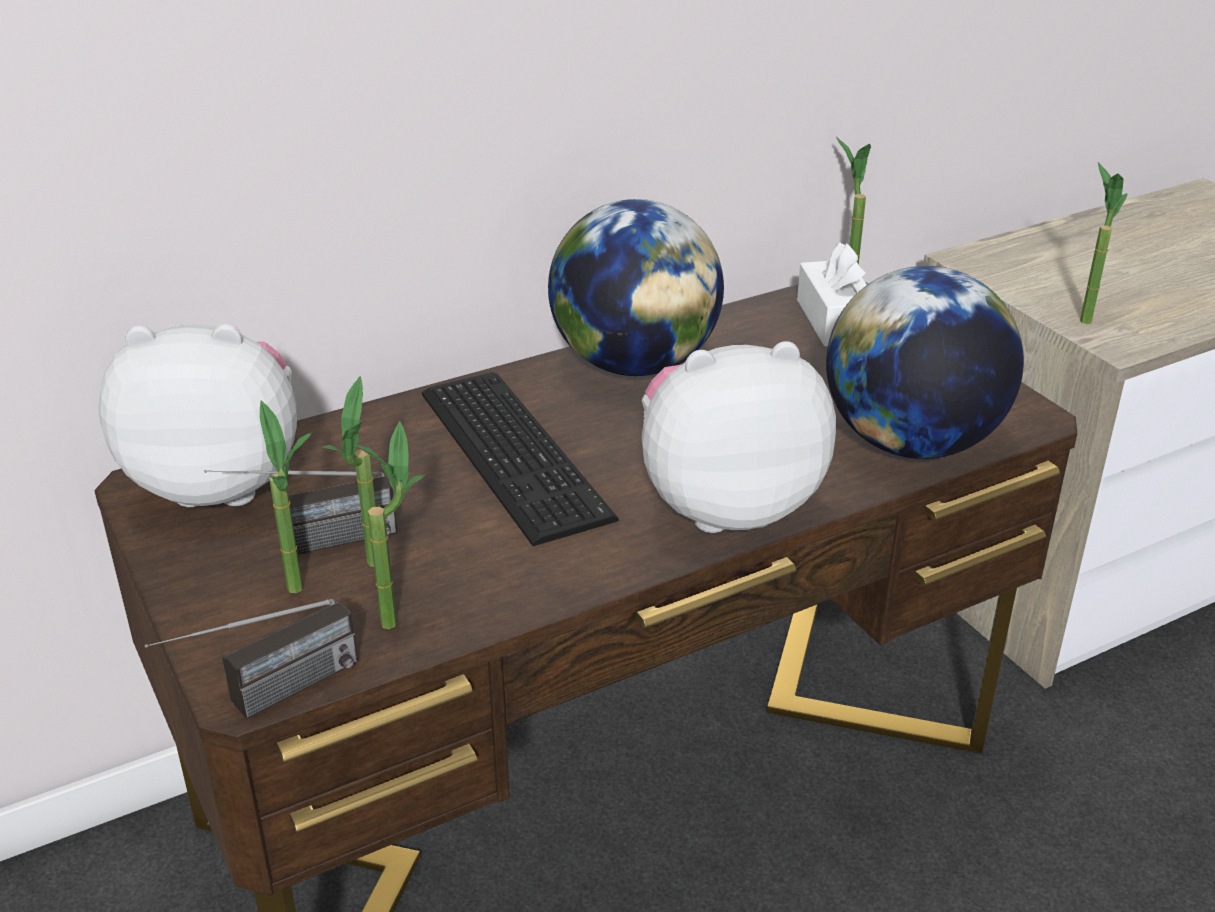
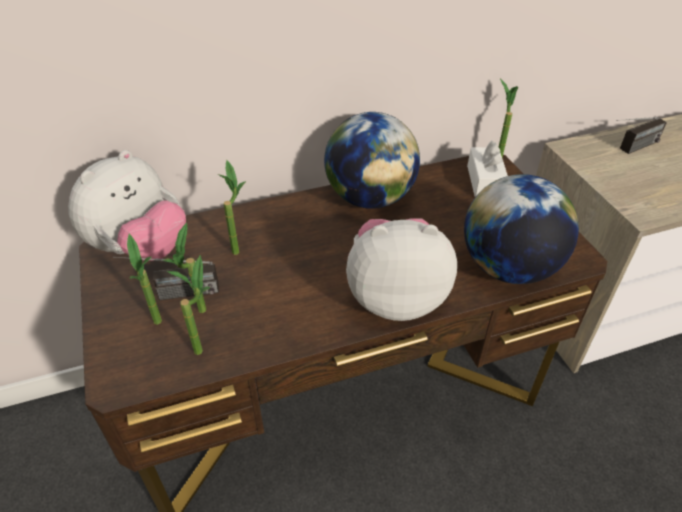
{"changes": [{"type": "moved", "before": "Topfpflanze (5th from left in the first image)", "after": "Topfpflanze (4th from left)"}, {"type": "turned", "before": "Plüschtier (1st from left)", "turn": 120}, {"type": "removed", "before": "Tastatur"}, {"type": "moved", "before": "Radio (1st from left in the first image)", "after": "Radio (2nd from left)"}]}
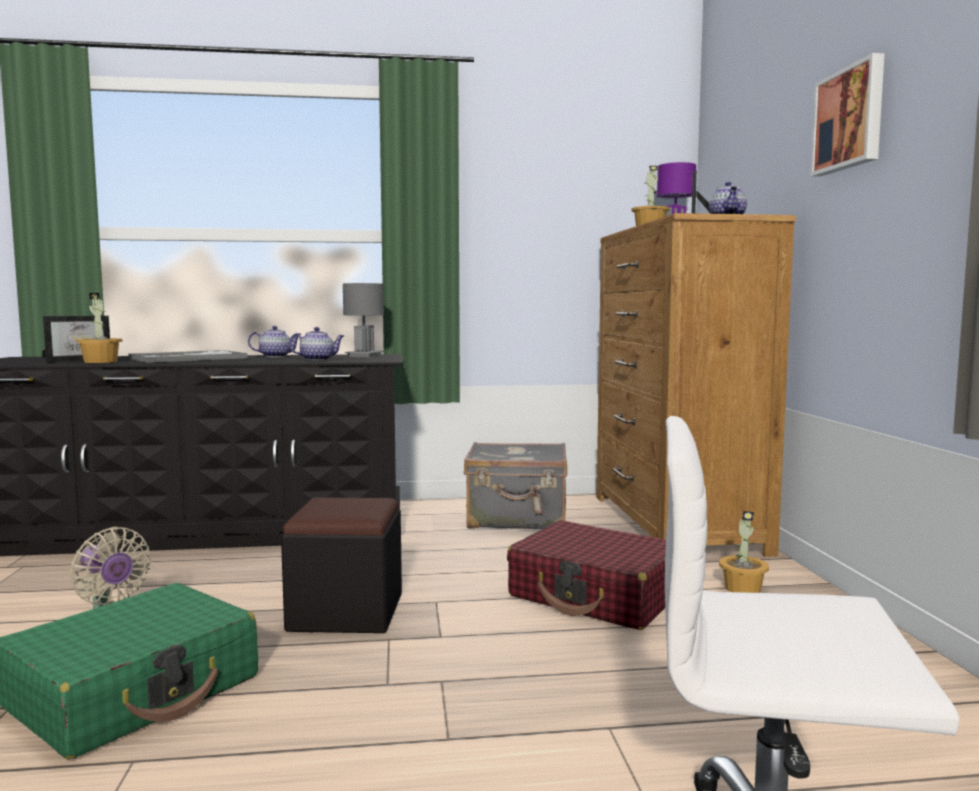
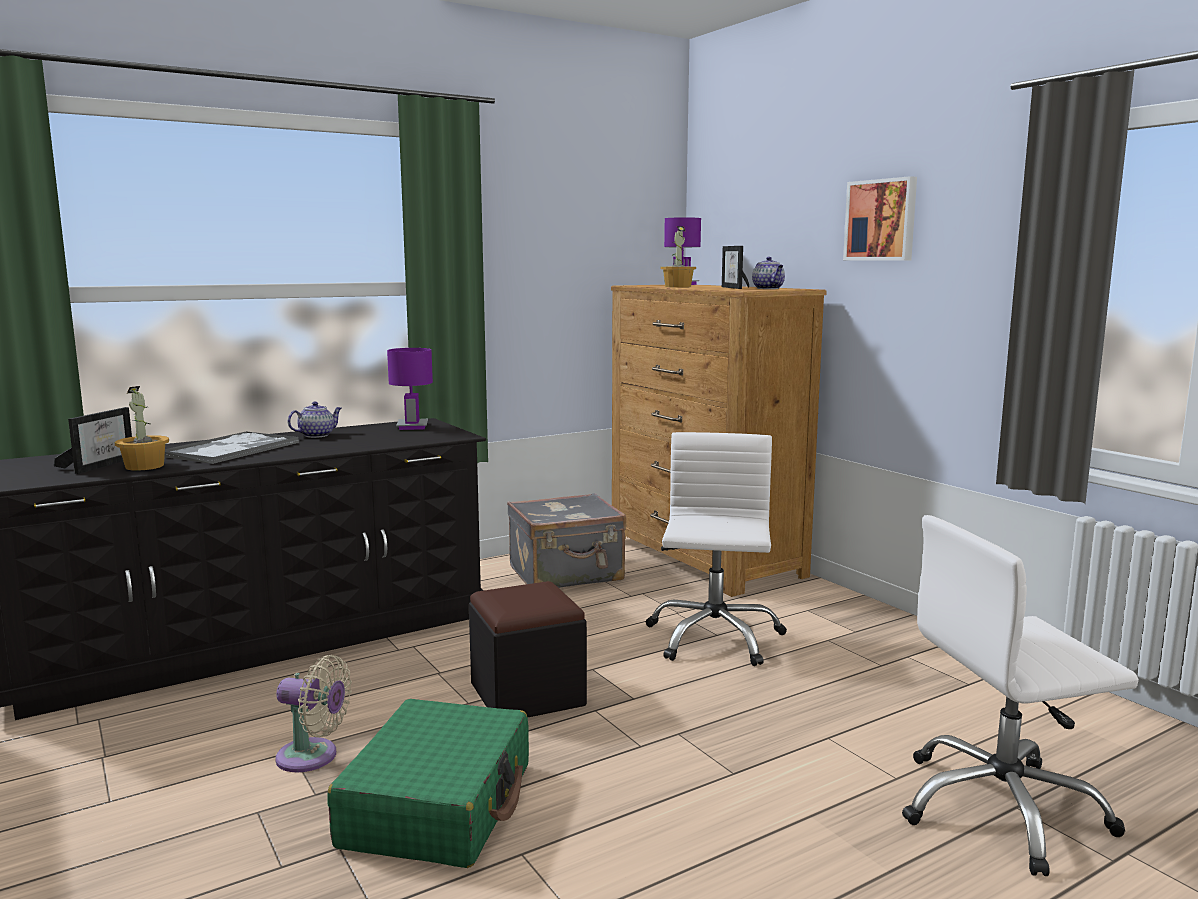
{"changes": [{"type": "recoloured", "before": "Tischlampe [grau]", "after": "Tischlampe [lila] (1st from left)"}, {"type": "removed", "before": "Teekanne (2nd from left)"}, {"type": "removed", "before": "Topfpflanze (3rd from left)"}, {"type": "replaced", "before": "Koffer [rot]", "after": "Bürostuhl [weiß] (1st from left)"}]}
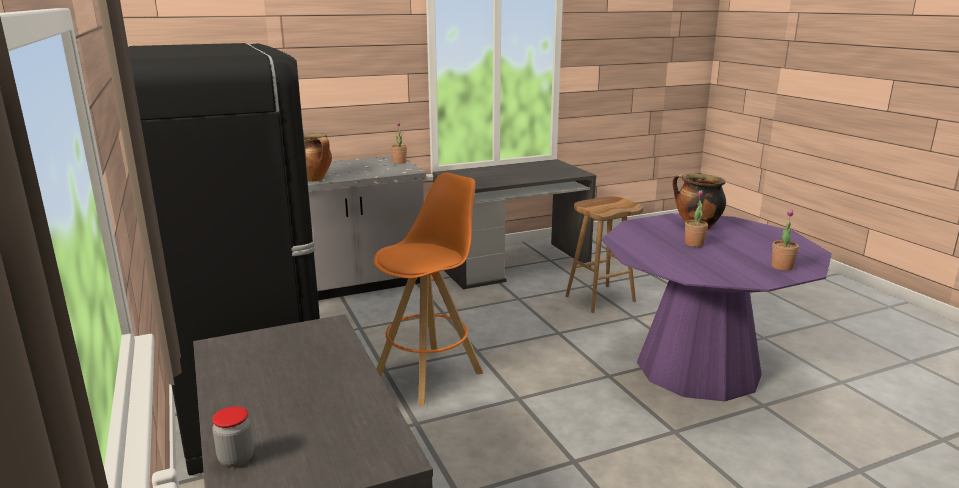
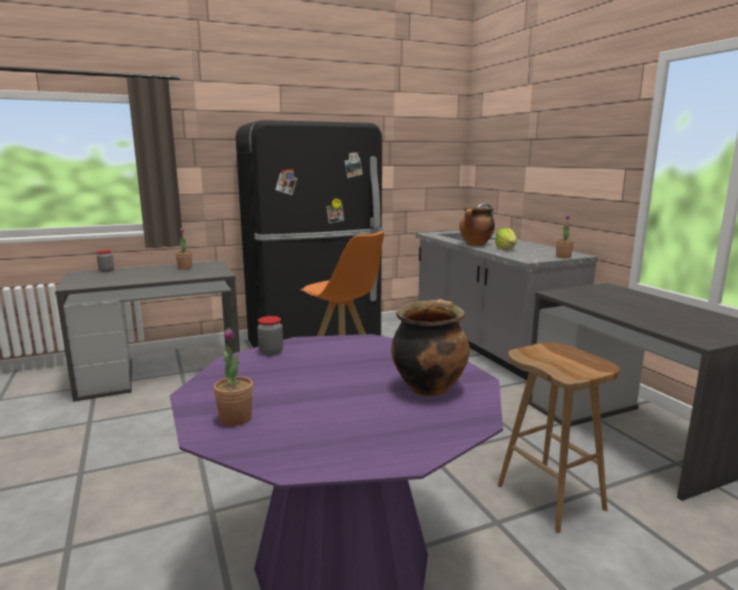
{"changes": [{"type": "moved", "before": "Topfpflanze (2nd from left in the first image)", "after": "Topfpflanze (1st from left)"}, {"type": "added", "after": "Salatkopf"}, {"type": "added", "after": "Vorratsglas (2nd from left)"}]}
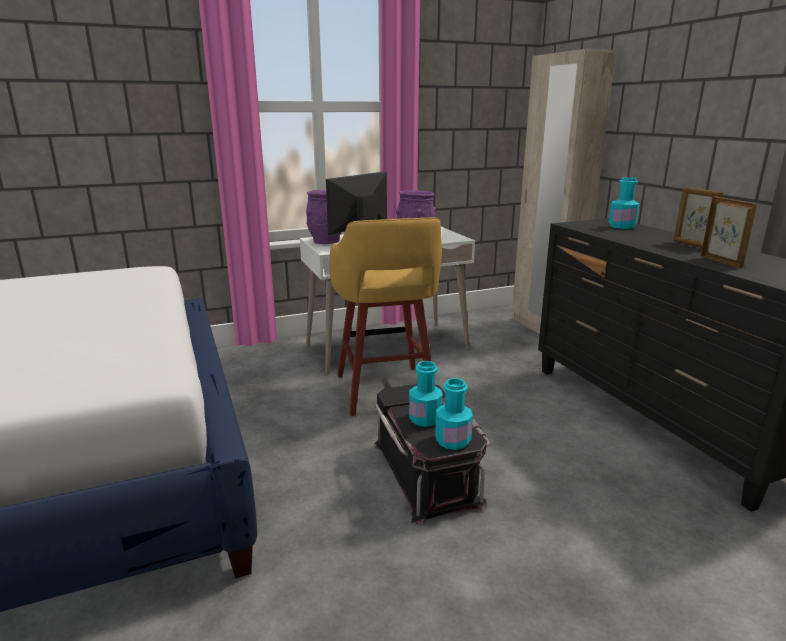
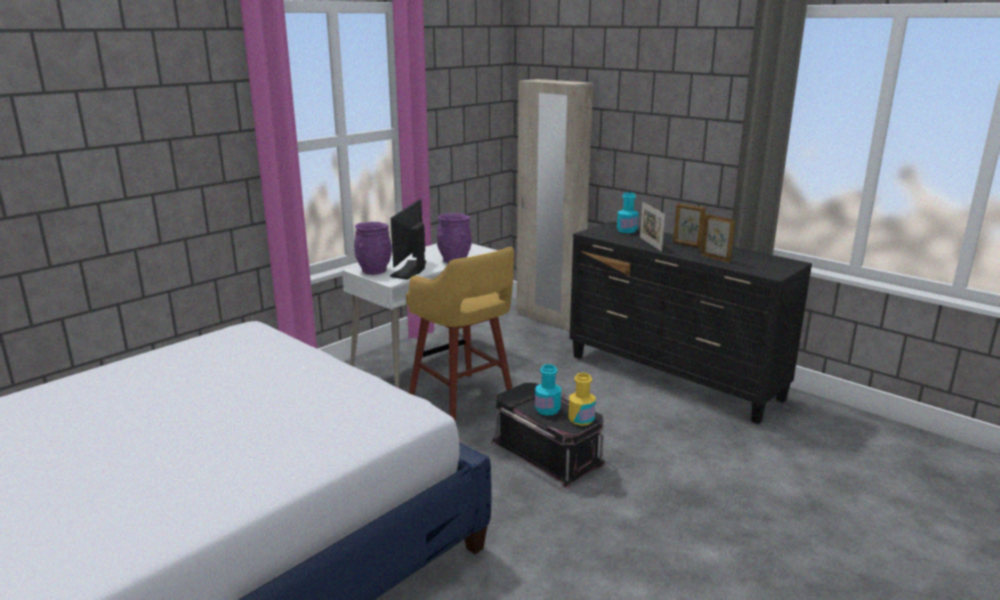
{"changes": [{"type": "recoloured", "before": "Flasche [türkis] (2nd from left)", "after": "Flasche [gelb]"}, {"type": "added", "after": "Bilderrahmen (1st from left)"}]}
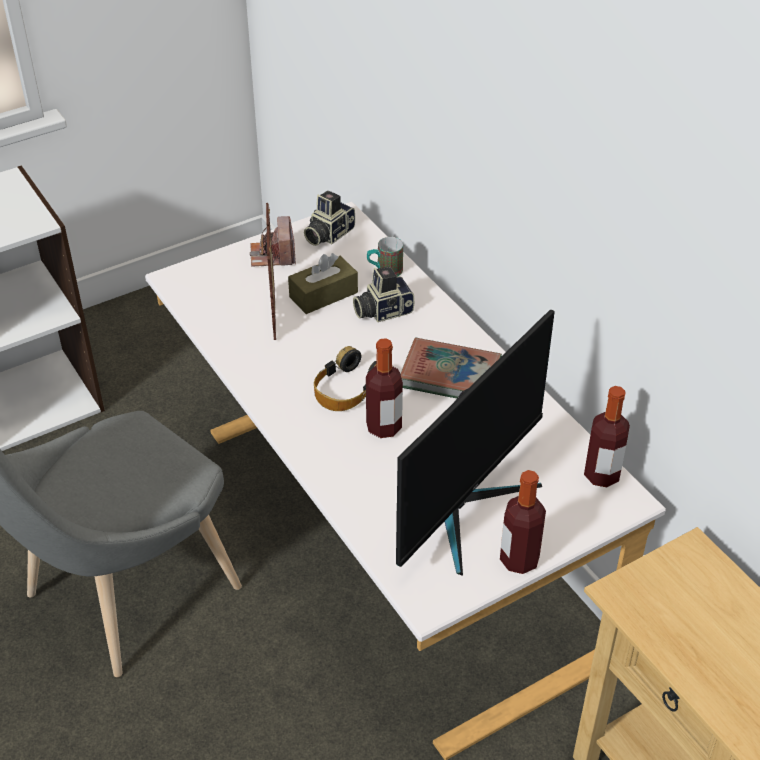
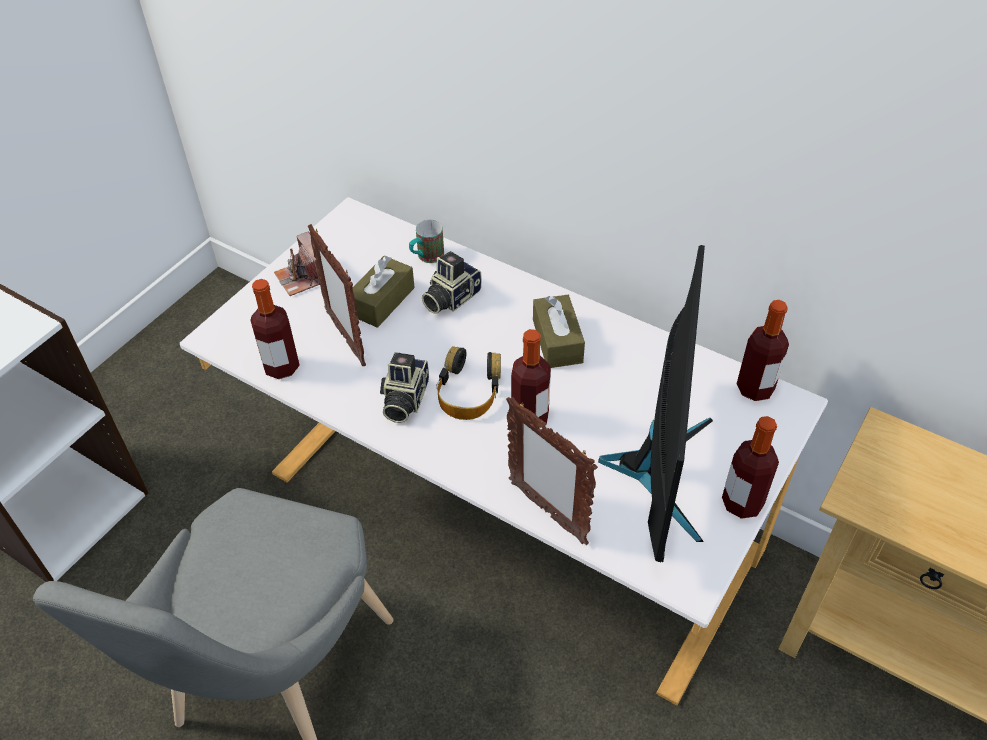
{"changes": [{"type": "moved", "before": "Kamera (2nd from left)"}, {"type": "replaced", "before": "Buch", "after": "Taschentuchbox [braun] (2nd from left)"}, {"type": "added", "after": "Flasche (1st from left)"}, {"type": "added", "after": "Bilderrahmen (2nd from left)"}]}
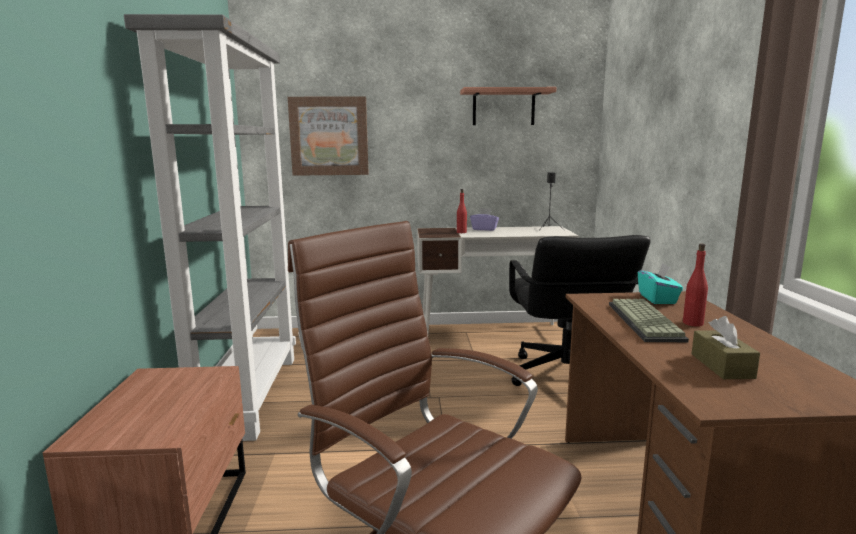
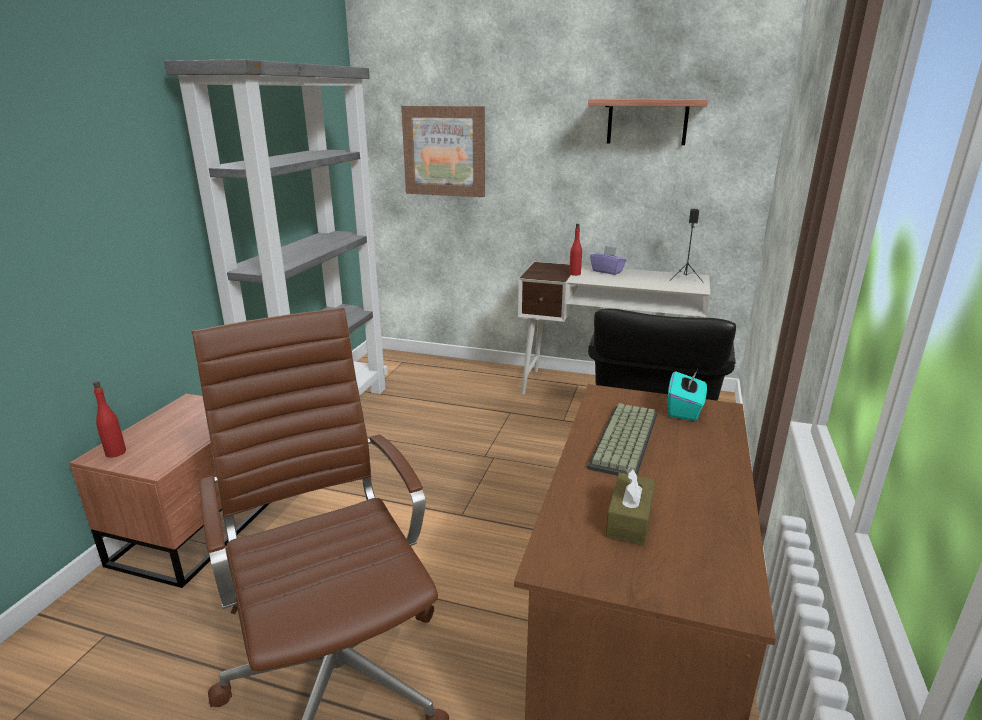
{"changes": [{"type": "moved", "before": "Flasche [rot] (2nd from left in the first image)", "after": "Flasche [rot] (1st from left)"}]}
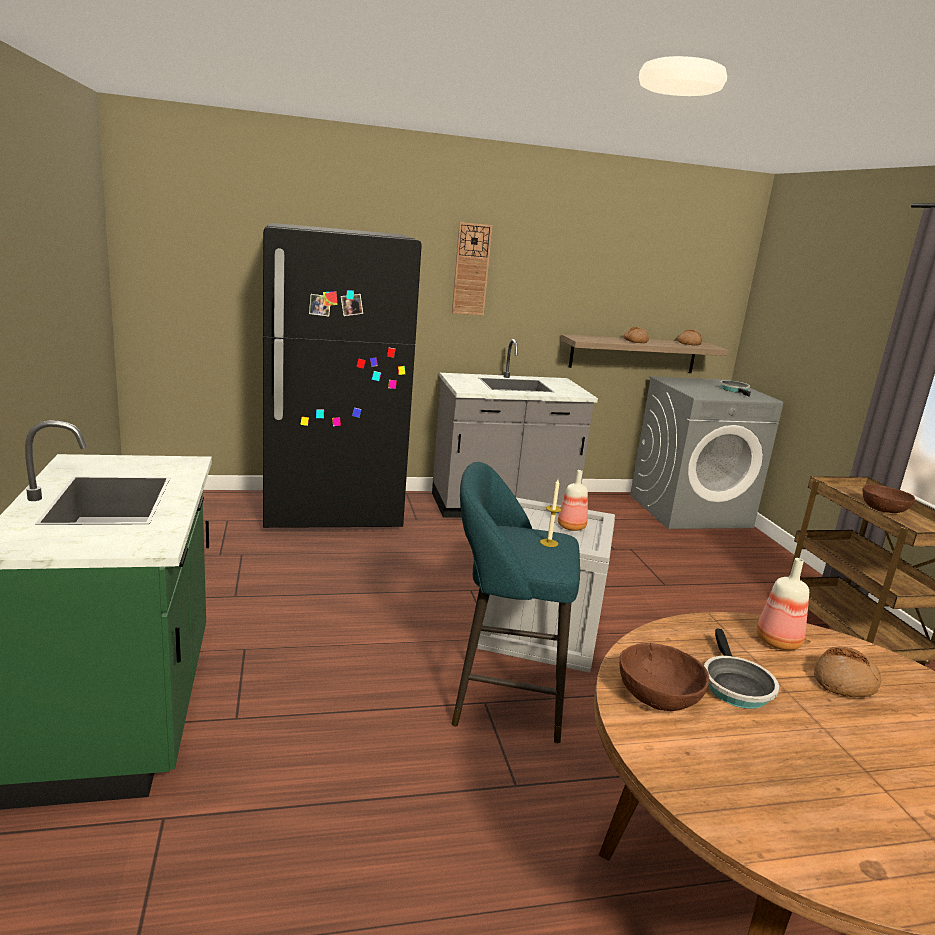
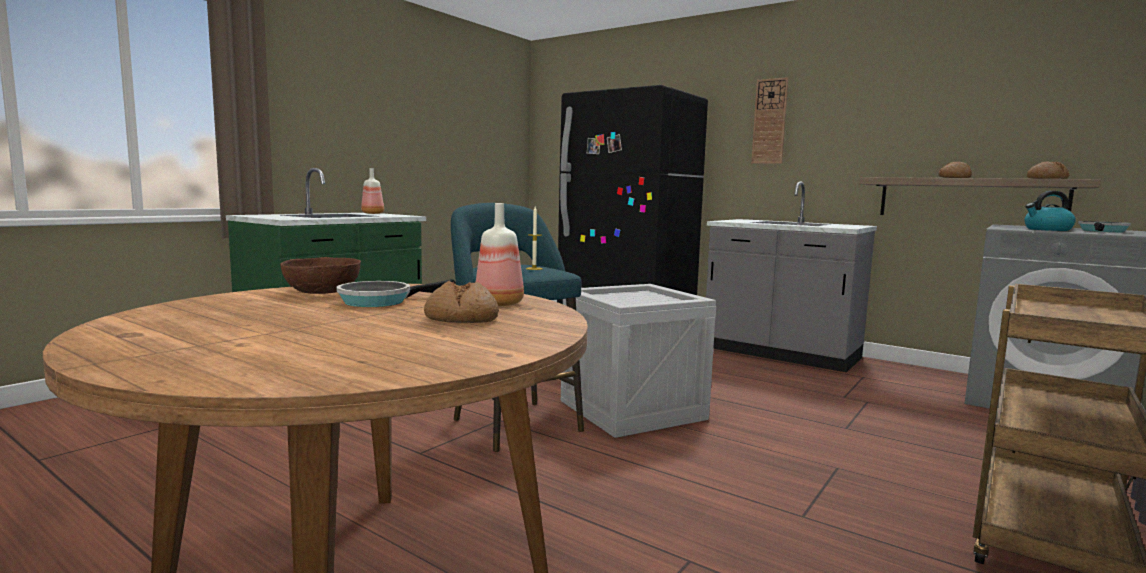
{"changes": [{"type": "moved", "before": "Flasche (1st from left)"}, {"type": "removed", "before": "Schüssel [braun] (2nd from left)"}, {"type": "added", "after": "Wasserkessel"}]}
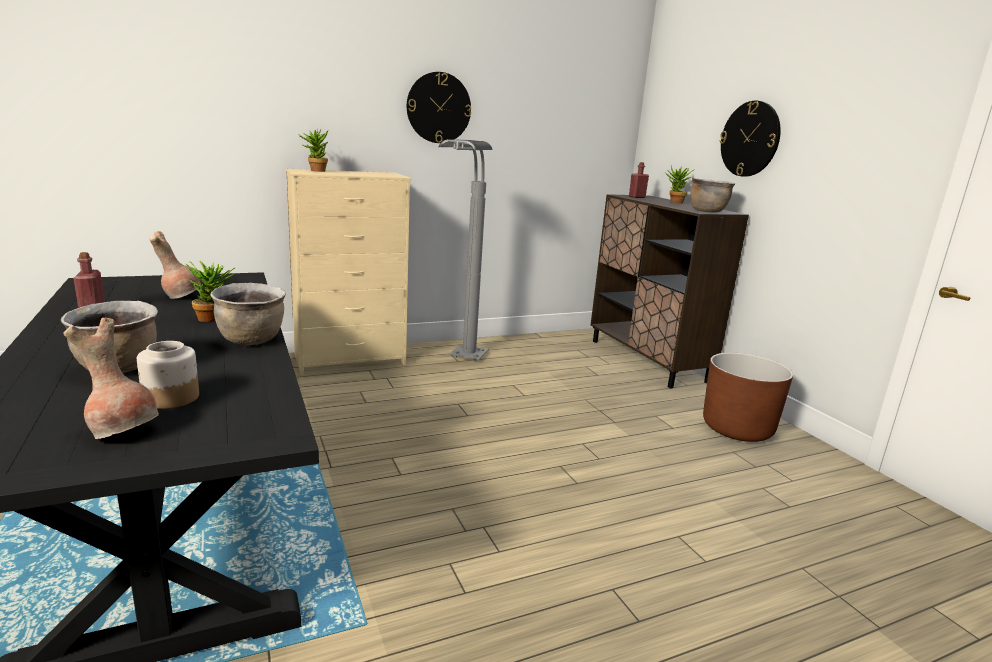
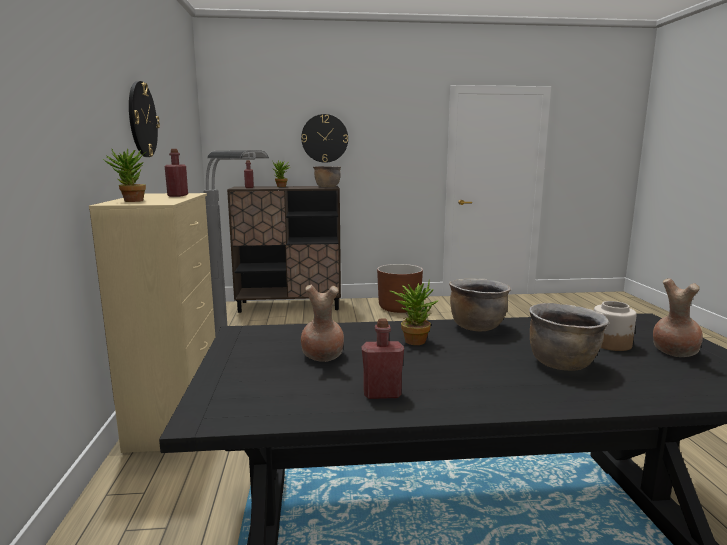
{"changes": [{"type": "added", "after": "Flasche [rot] (1st from left)"}]}
